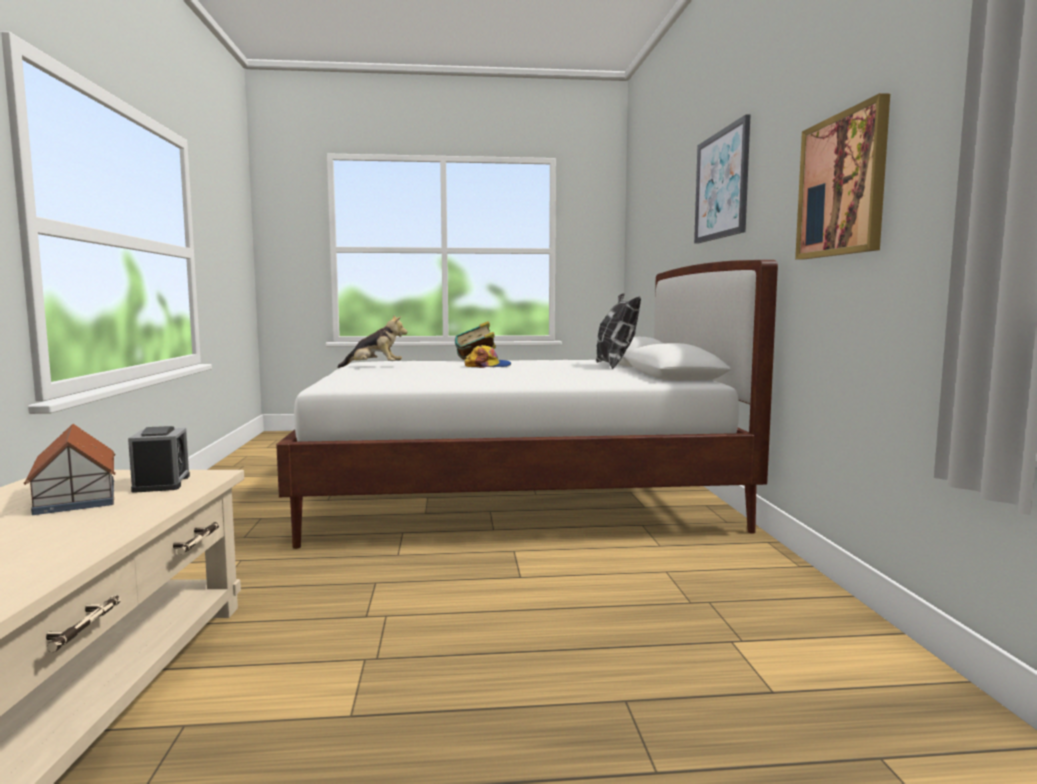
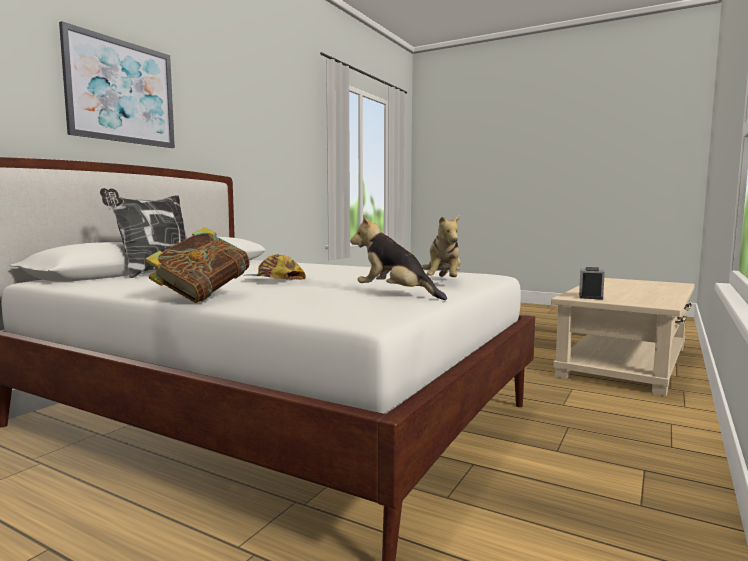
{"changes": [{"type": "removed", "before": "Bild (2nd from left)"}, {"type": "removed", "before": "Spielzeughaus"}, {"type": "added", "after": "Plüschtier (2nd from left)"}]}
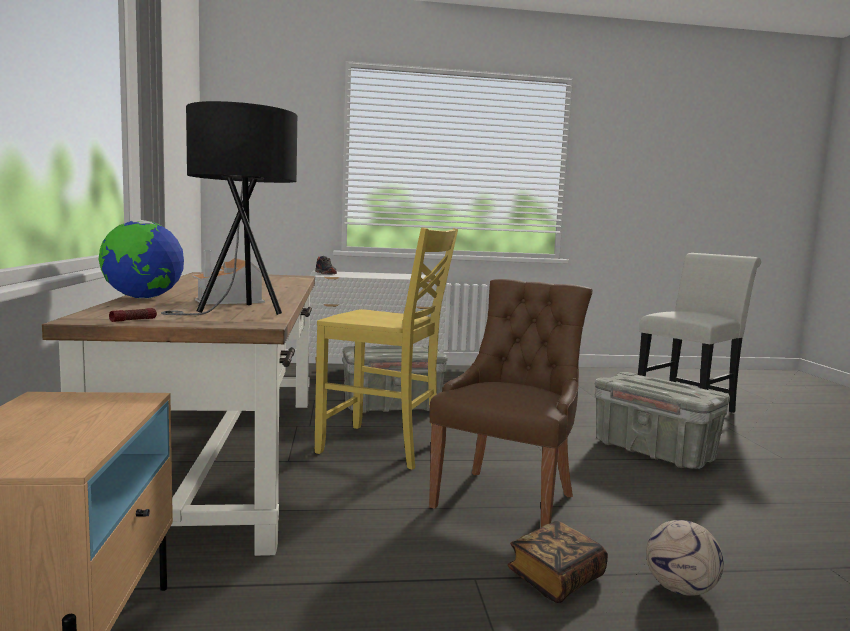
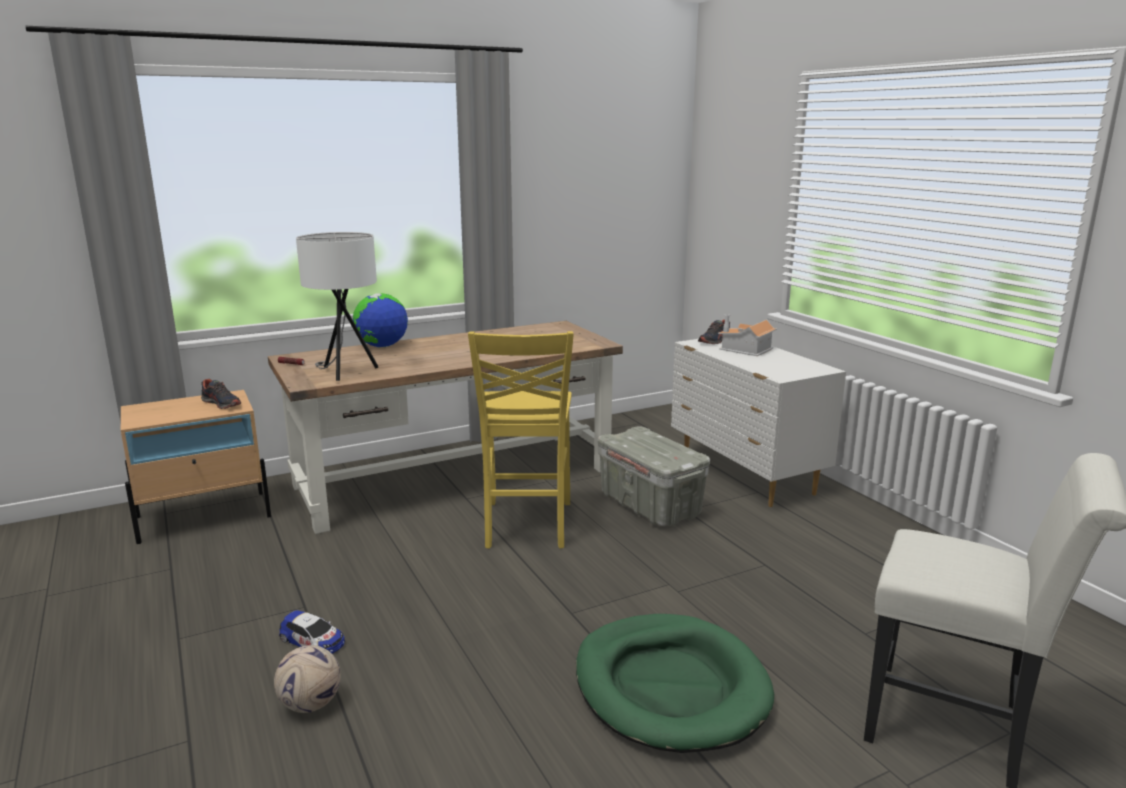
{"changes": [{"type": "recoloured", "before": "Tischlampe [schwarz]", "after": "Tischlampe [weiß]"}, {"type": "moved", "before": "Spielzeughaus"}, {"type": "removed", "before": "Stuhl [braun]"}, {"type": "replaced", "before": "Aufbewahrungsbox [grau] (2nd from left)", "after": "Hundebett [grün]"}, {"type": "replaced", "before": "Buch", "after": "Spielzeugauto"}, {"type": "added", "after": "Schuh (1st from left)"}]}
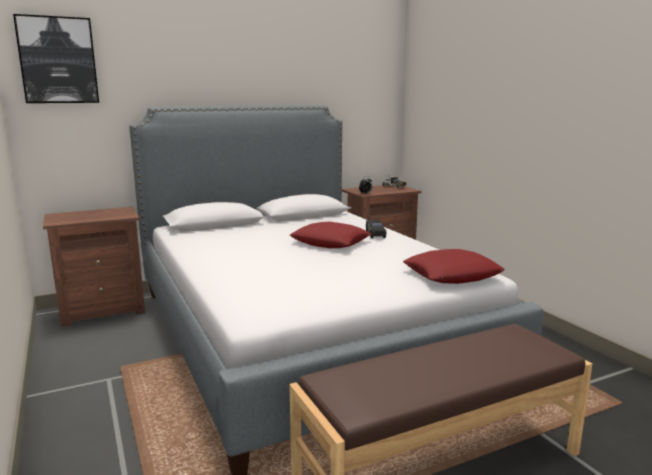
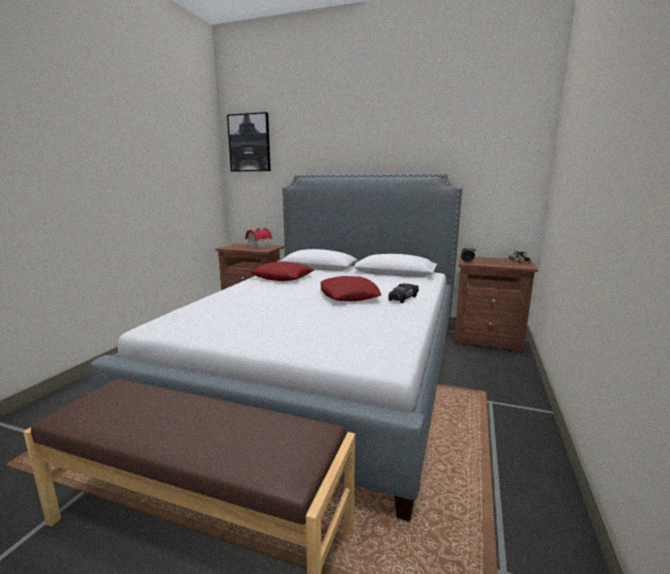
{"changes": [{"type": "moved", "before": "Kissen [rot] (2nd from left in the first image)", "after": "Kissen [rot] (1st from left)"}, {"type": "added", "after": "Spielzeughaus"}]}
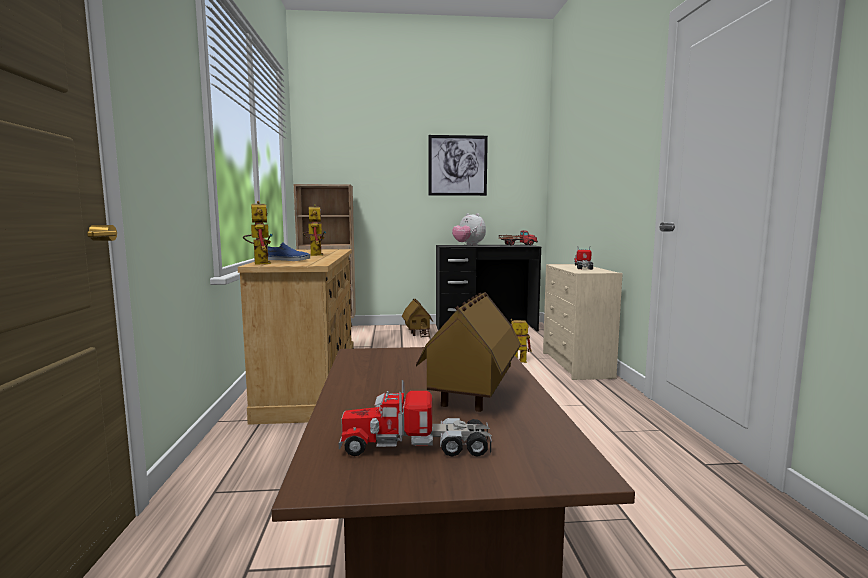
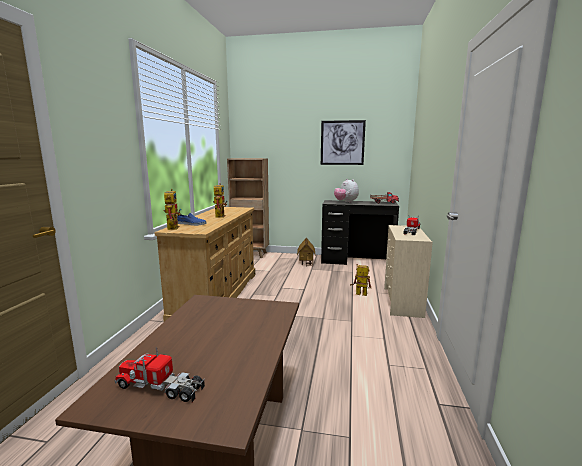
{"changes": [{"type": "removed", "before": "Spielzeughaus (2nd from left)"}]}
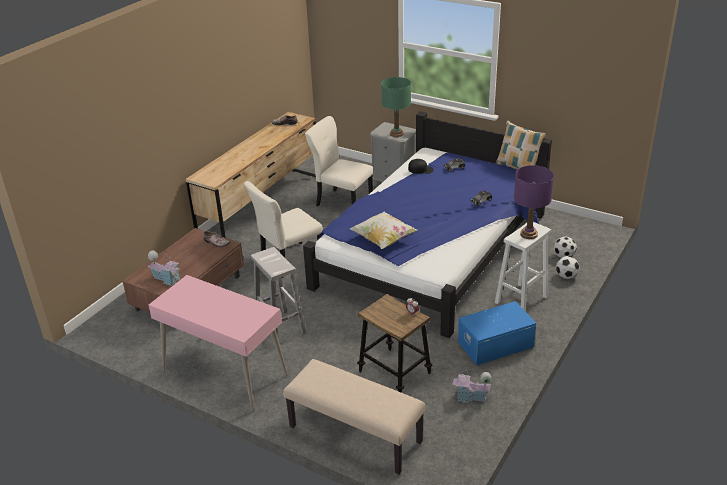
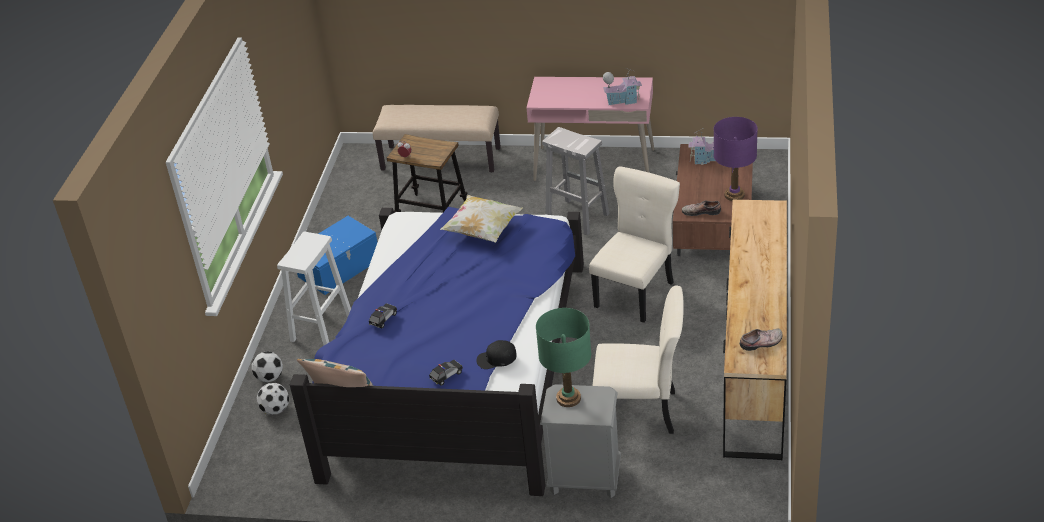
{"changes": [{"type": "moved", "before": "Tischlampe [lila]"}, {"type": "moved", "before": "Spielzeughaus (2nd from left in the first image)", "after": "Spielzeughaus (1st from left)"}]}
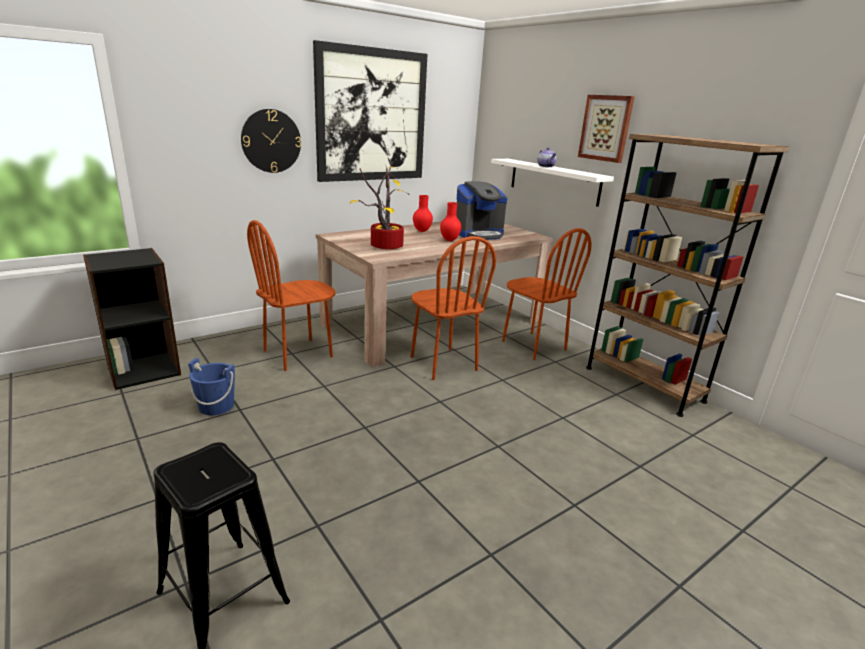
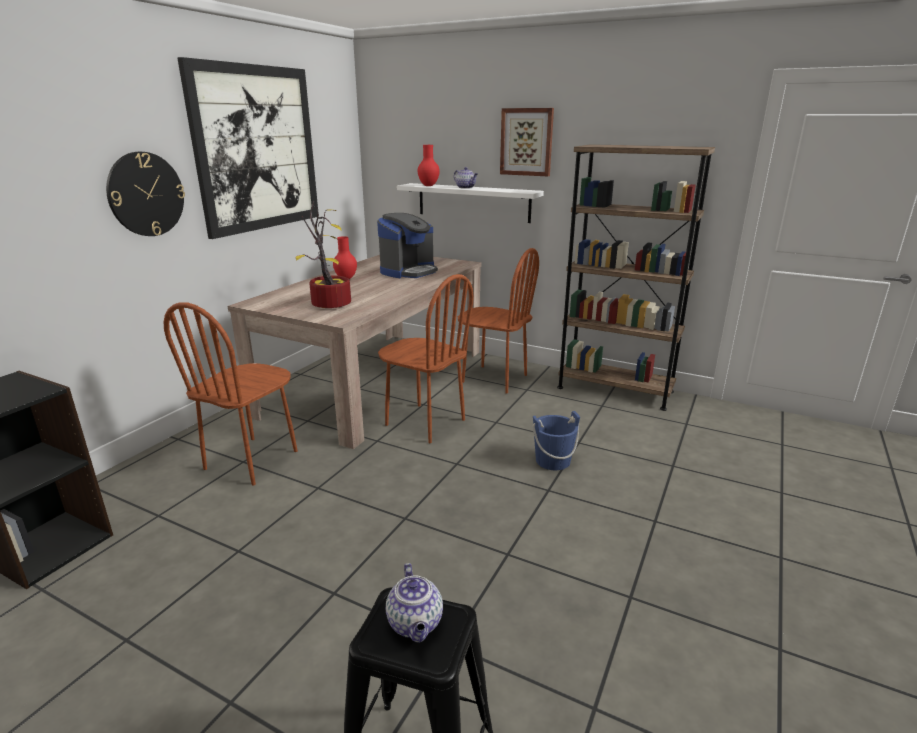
{"changes": [{"type": "moved", "before": "Vase [rot] (2nd from left)"}, {"type": "moved", "before": "Eimer [blau]"}, {"type": "added", "after": "Teekanne (1st from left)"}]}
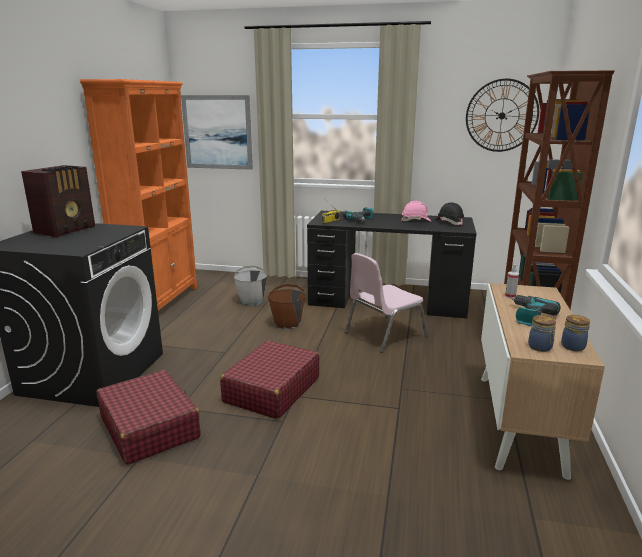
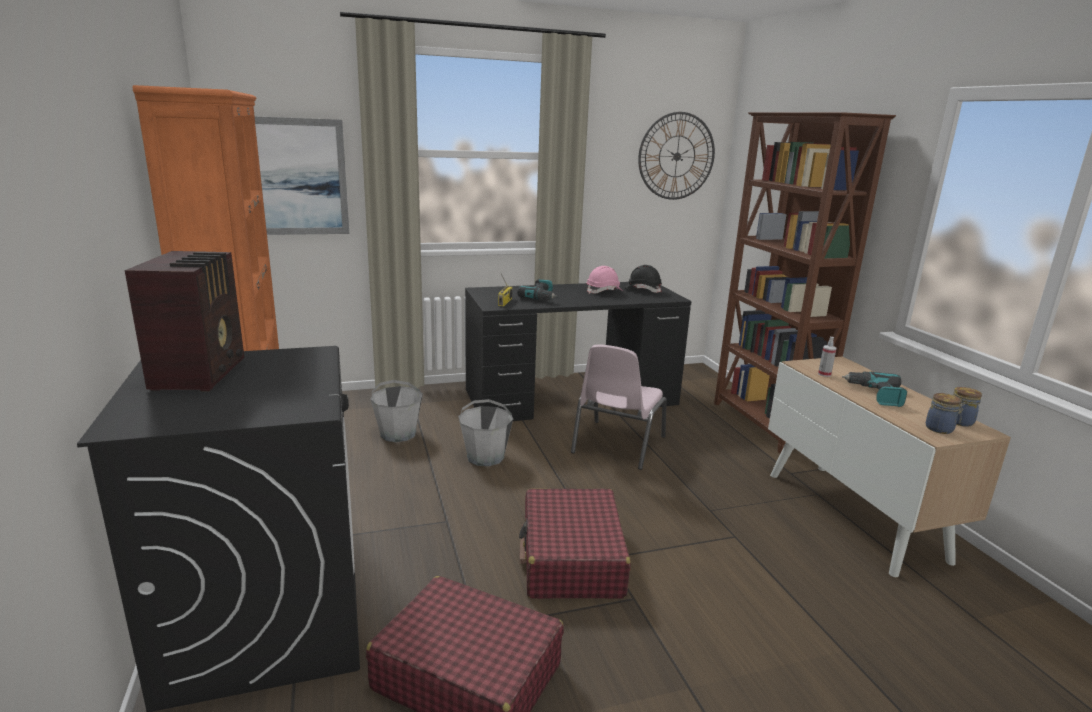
{"changes": [{"type": "recoloured", "before": "Eimer [braun]", "after": "Eimer [grau] (2nd from left)"}]}
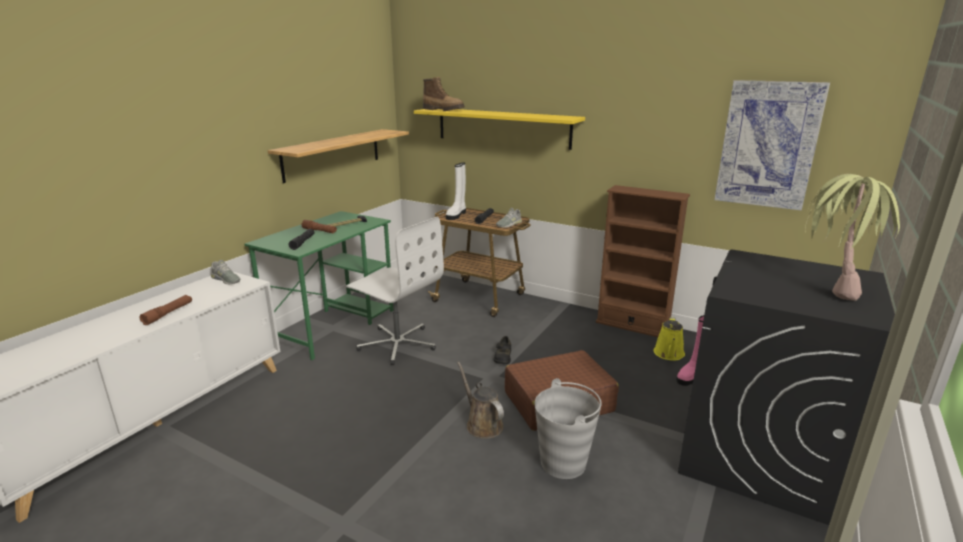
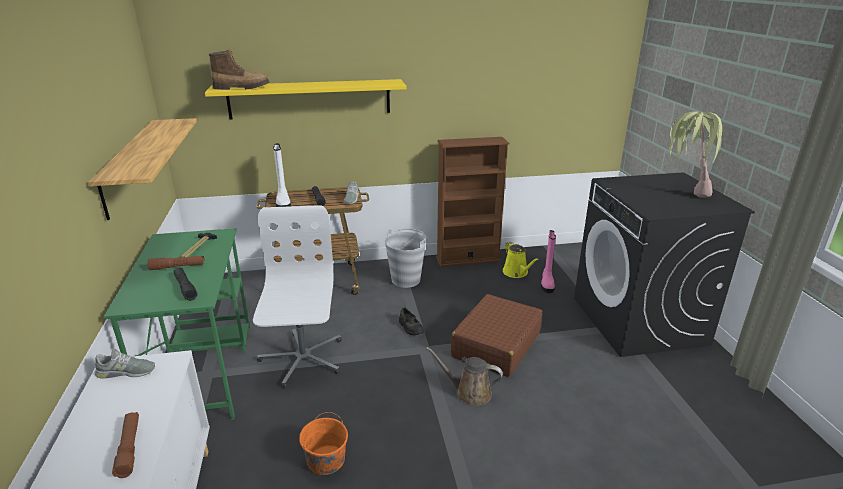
{"changes": [{"type": "removed", "before": "Bild"}, {"type": "turned", "before": "Bürostuhl [weiß]", "turn": -90}, {"type": "moved", "before": "Eimer [grau]"}, {"type": "added", "after": "Eimer [orange]"}]}
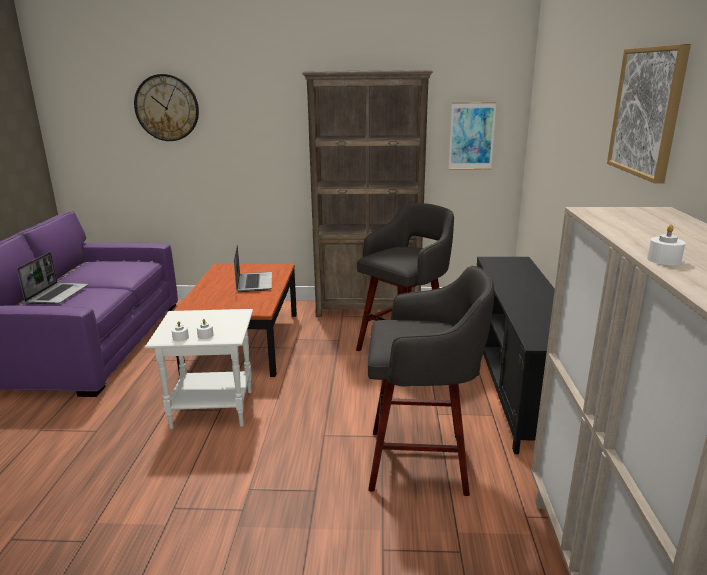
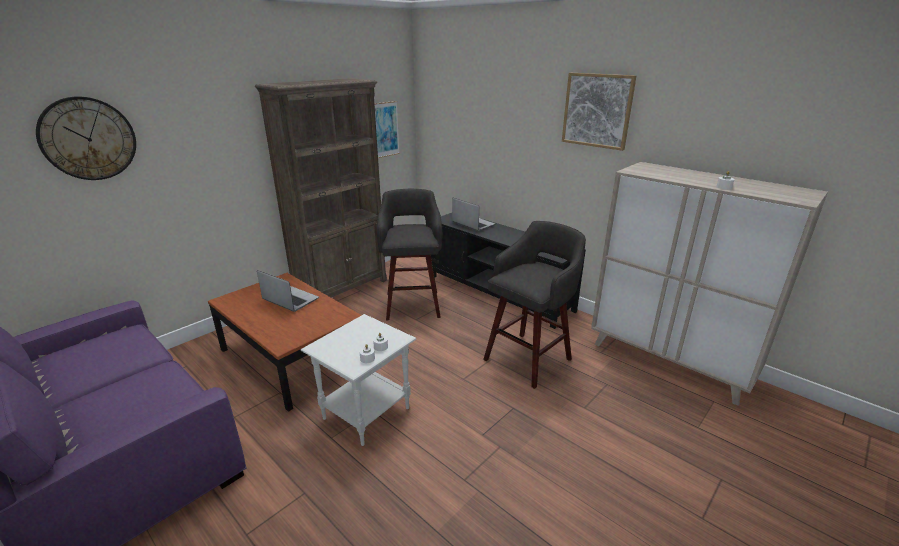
{"changes": [{"type": "moved", "before": "Laptop (1st from left in the first image)", "after": "Laptop (2nd from left)"}]}
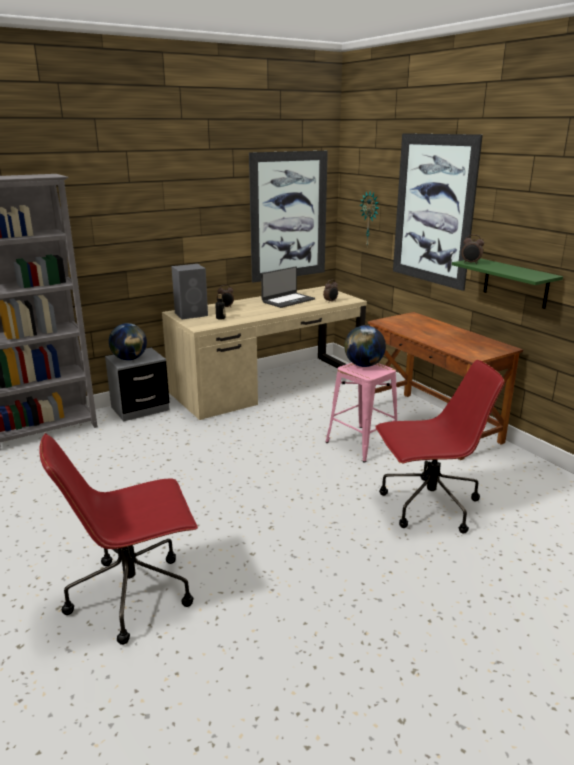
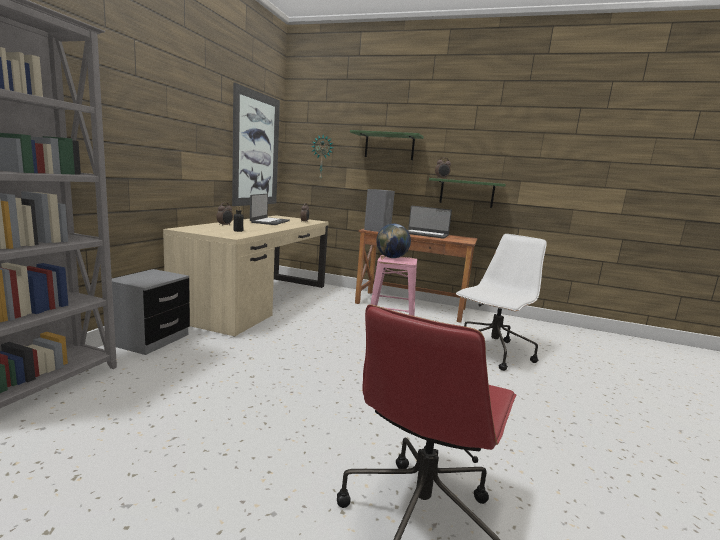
{"changes": [{"type": "replaced", "before": "Bild (2nd from left)", "after": "Wandregal [grün] (1st from left)"}, {"type": "moved", "before": "Lautsprecher [grau]"}, {"type": "removed", "before": "Globus (1st from left)"}, {"type": "recoloured", "before": "Bürostuhl [rot] (2nd from left)", "after": "Bürostuhl [weiß]"}, {"type": "added", "after": "Laptop (2nd from left)"}]}
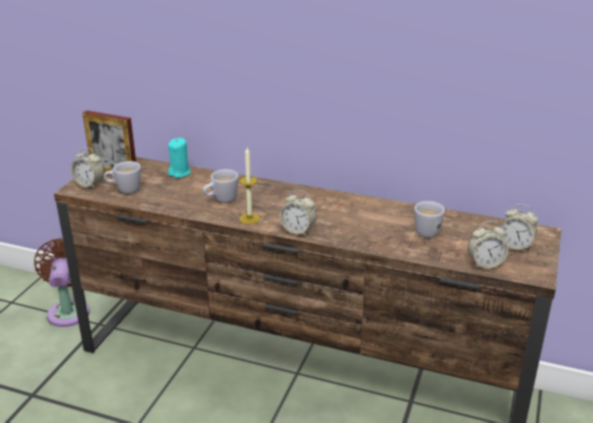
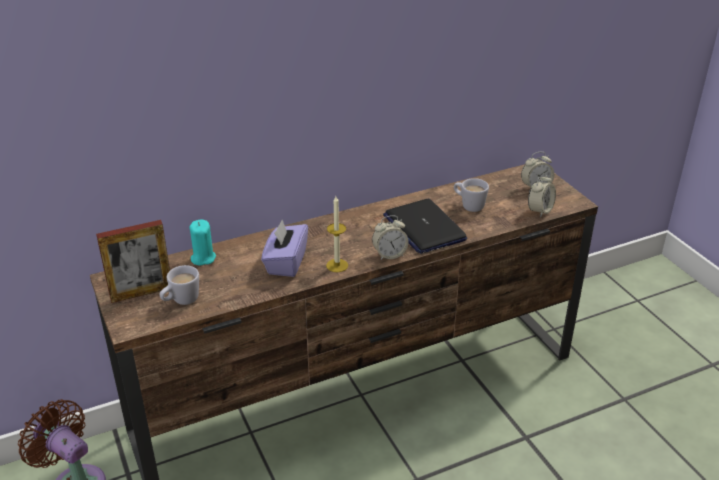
{"changes": [{"type": "removed", "before": "Wecker (1st from left)"}, {"type": "replaced", "before": "Henkelbecher [weiß] (2nd from left)", "after": "Taschentuchbox [lila]"}, {"type": "added", "after": "Laptop"}]}
